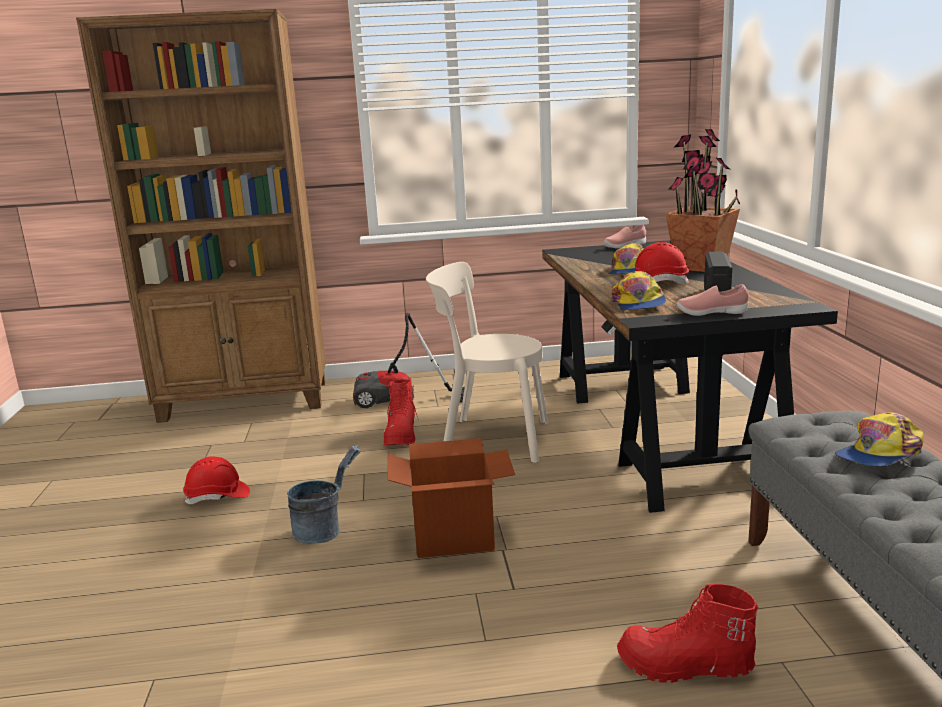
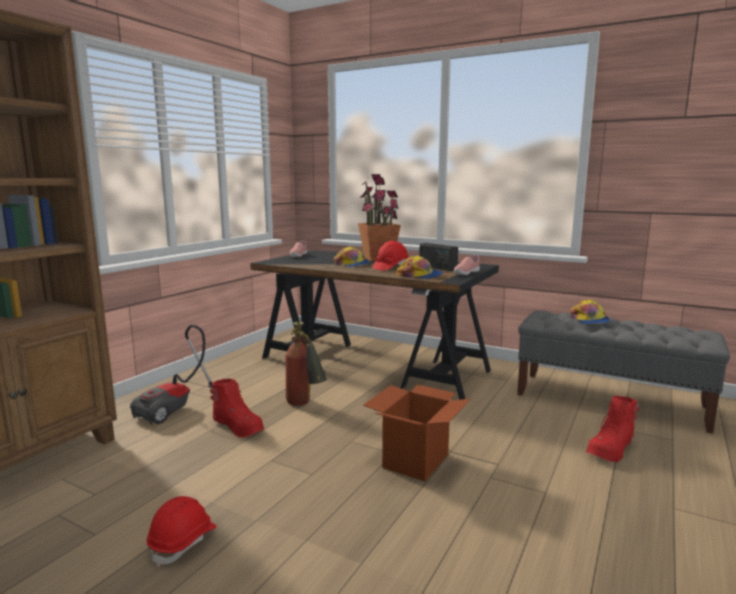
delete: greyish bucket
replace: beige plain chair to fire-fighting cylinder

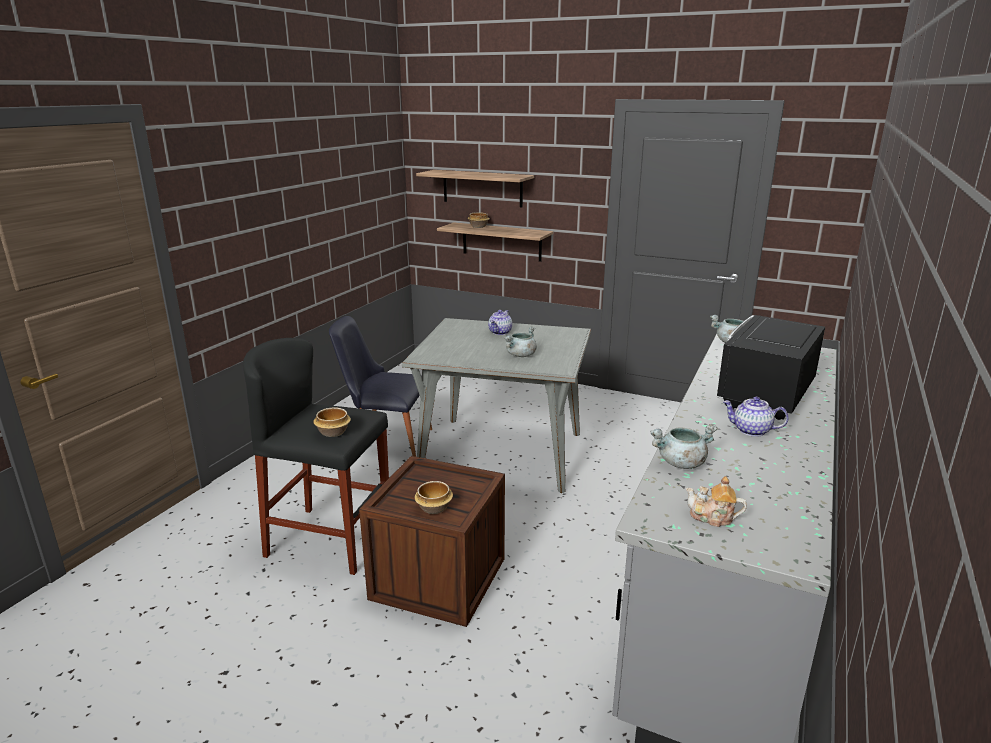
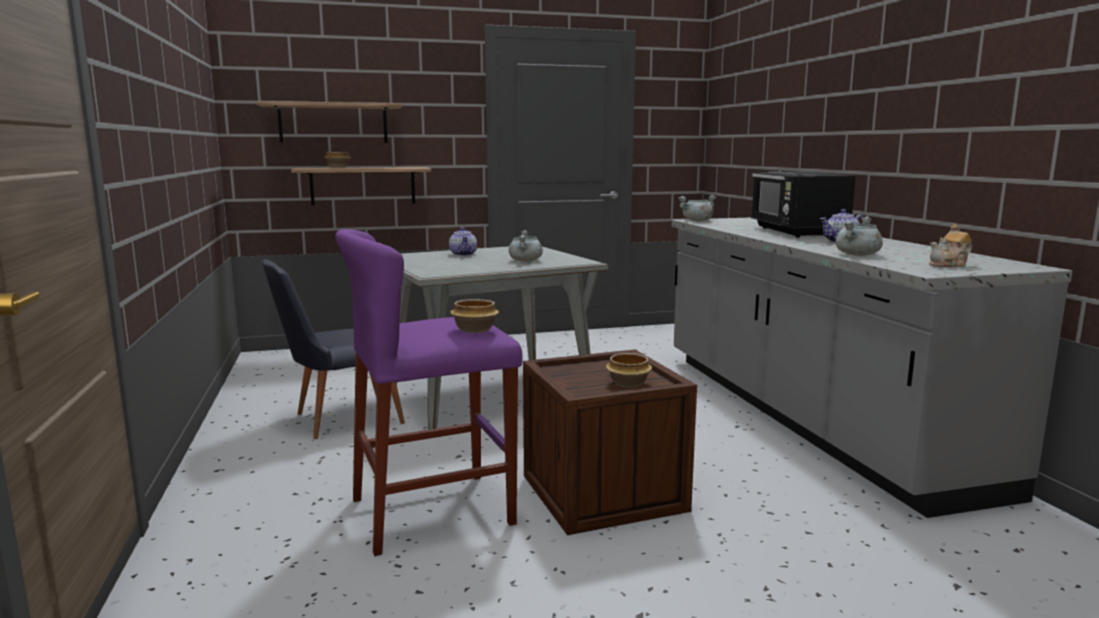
recolor: black-coloured stool to purplish stool

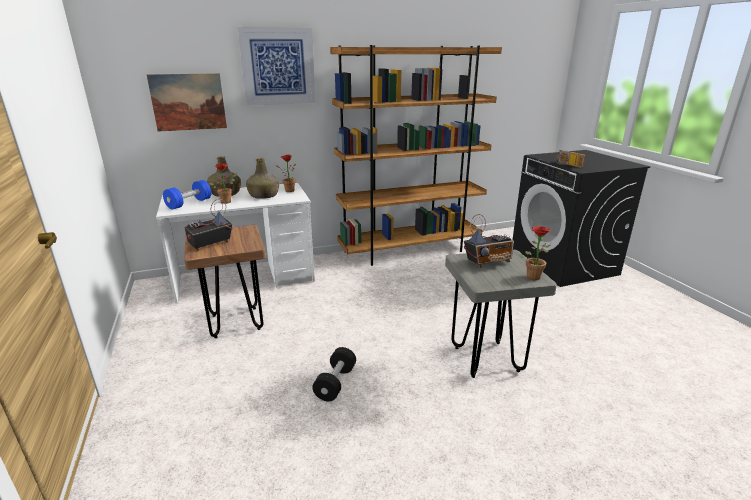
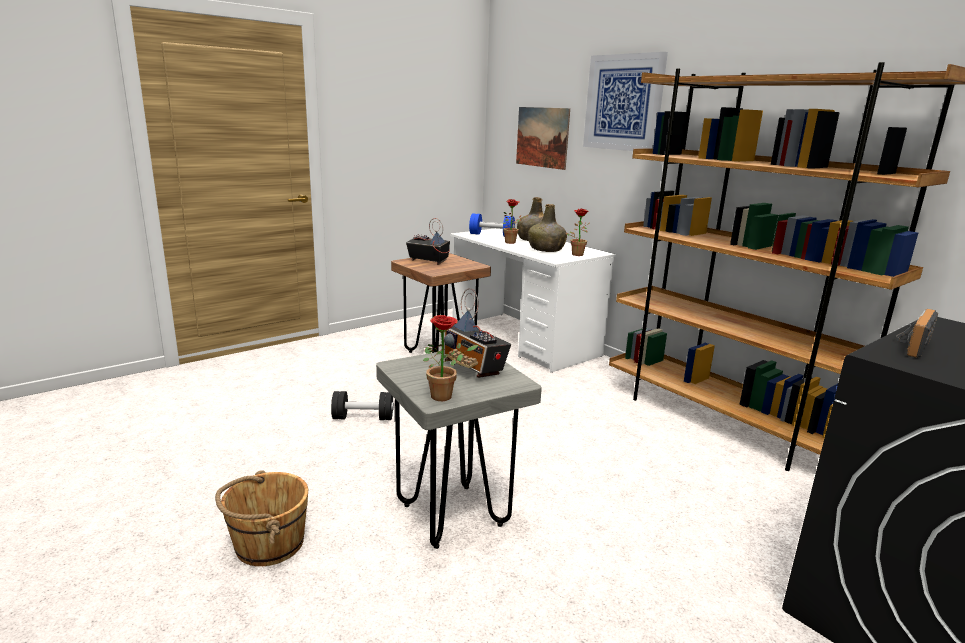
insert: brown bucket

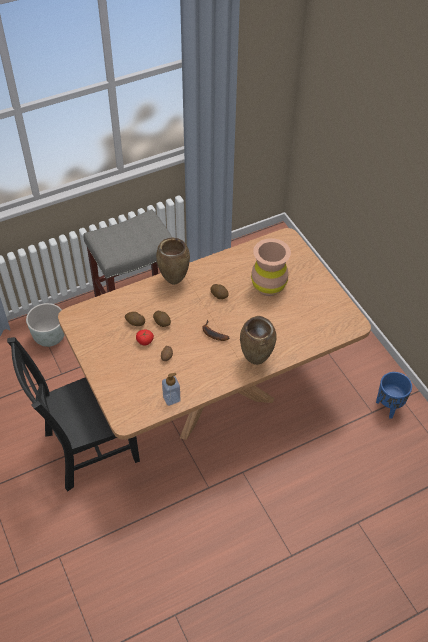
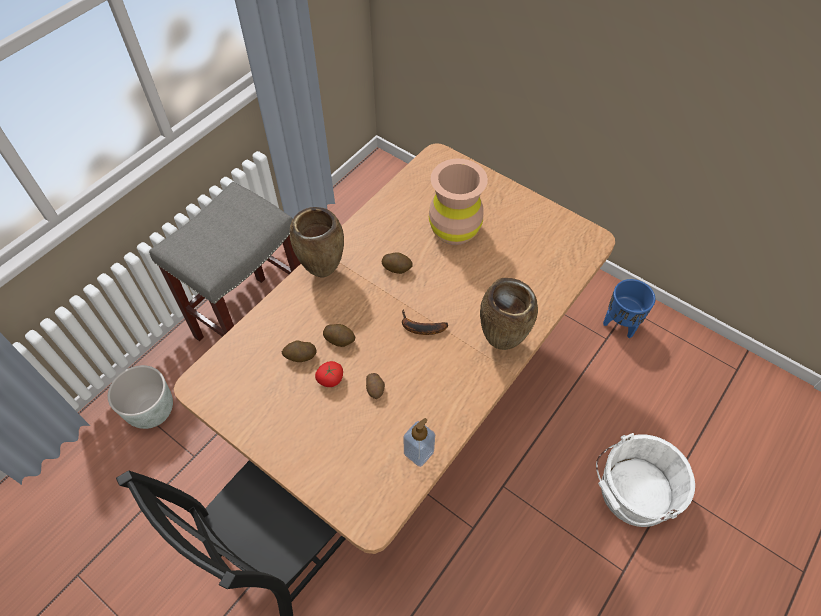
insert: white bucket

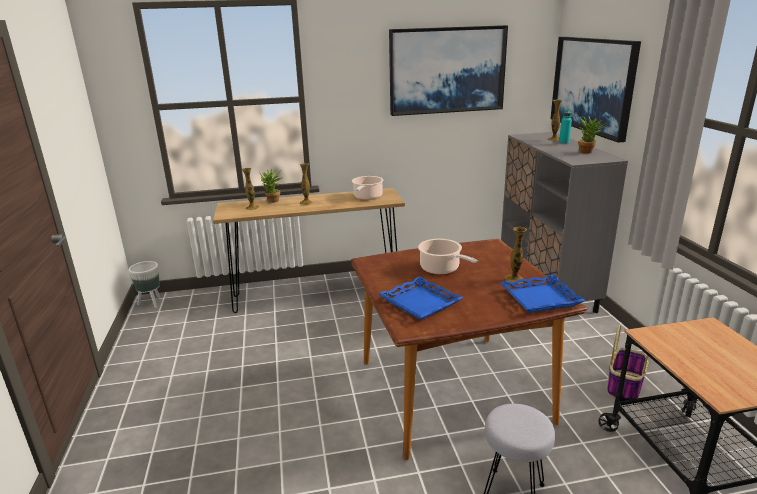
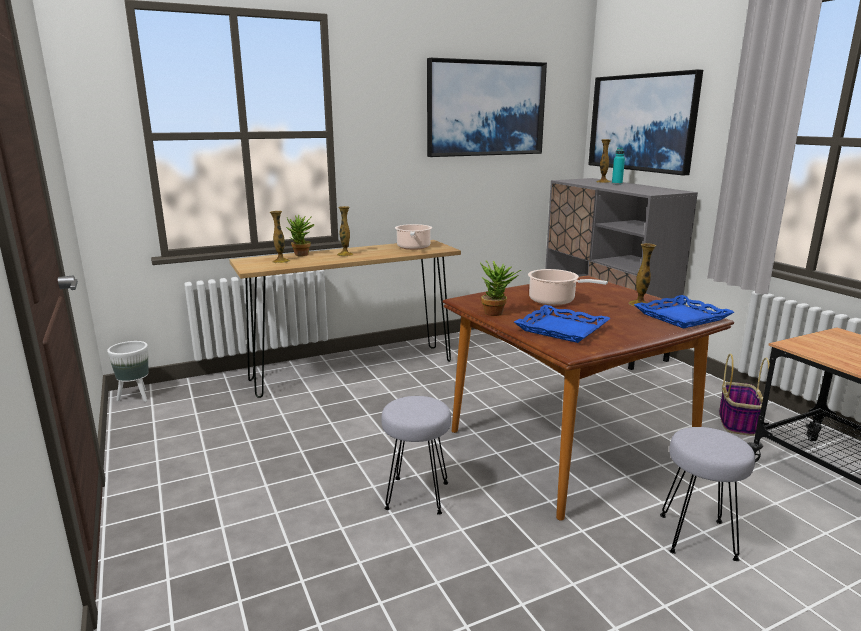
insert: greyish stool (1st from left)
move: houseplant (2nd from left)

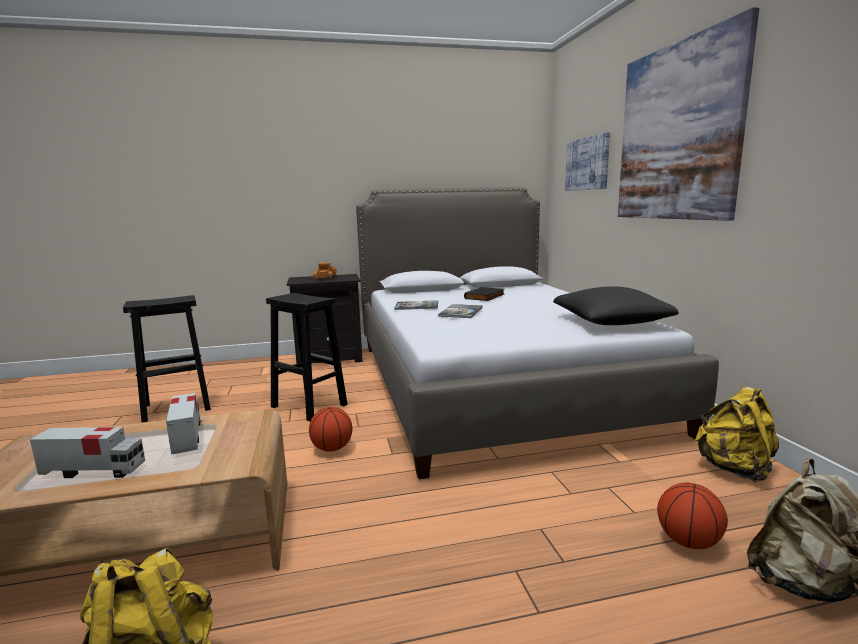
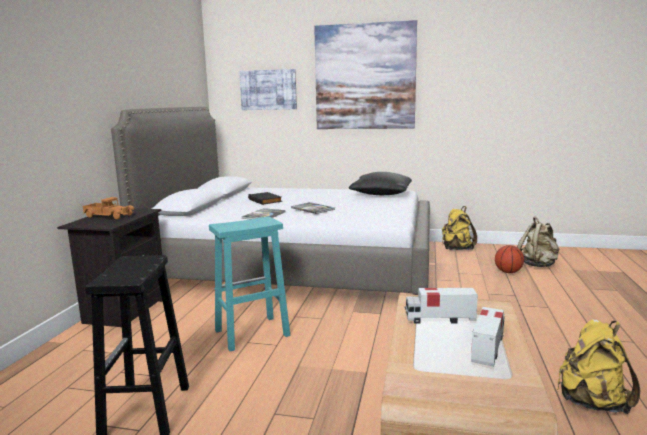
delete: basketball ball (1st from left)
recolor: black-coloured stool (2nd from left) to blue-green stool

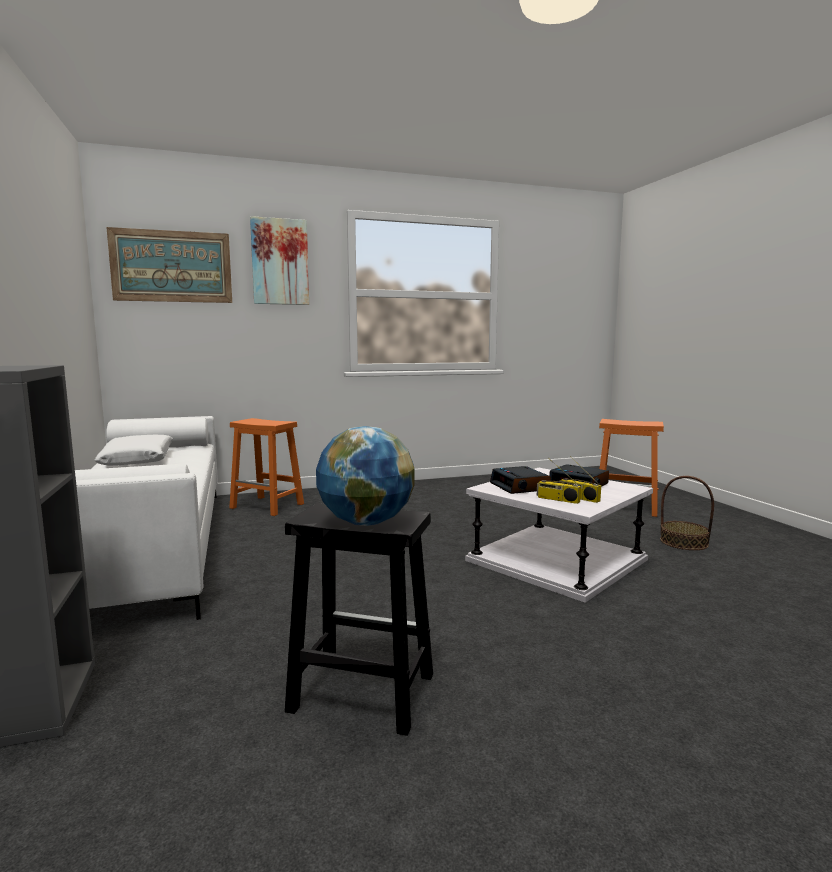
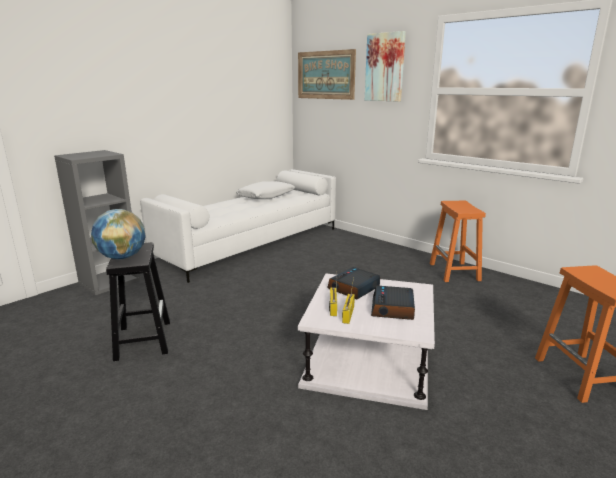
delete: storage basket
move: orange-coloured stool (1st from left)

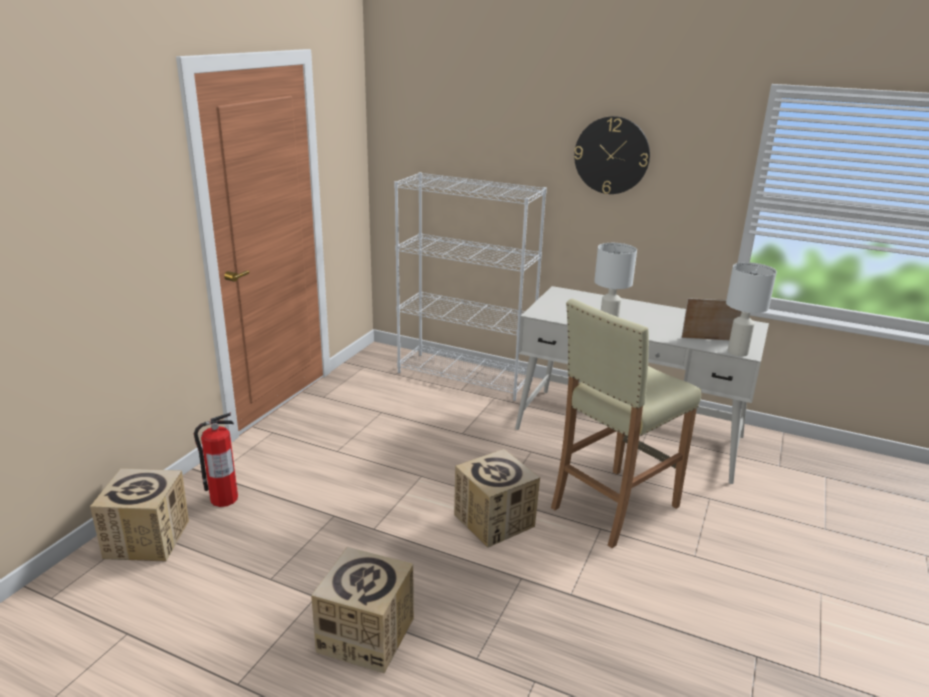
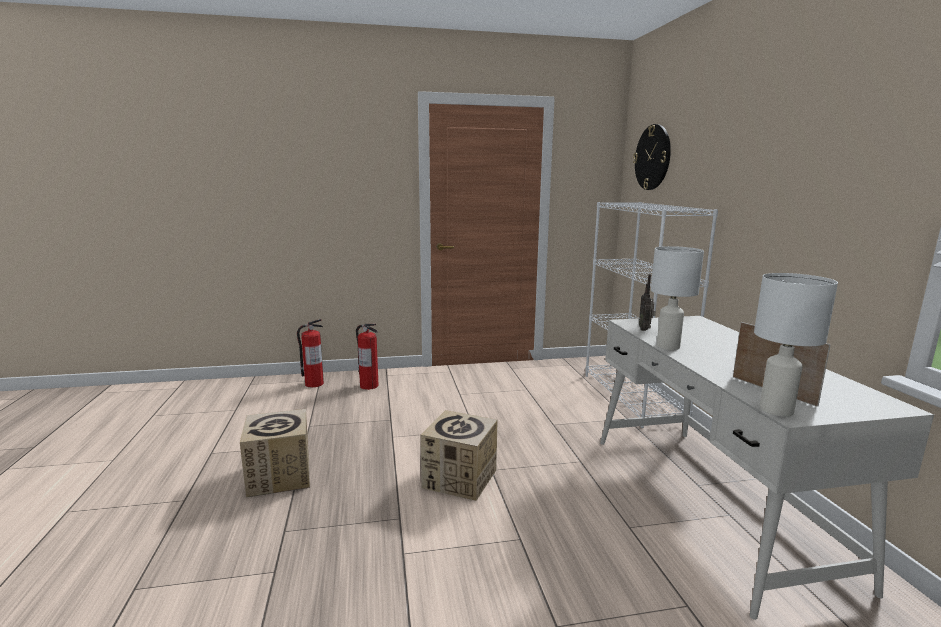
delete: beige stool
insert: radio
move: hanging clock
replace: packing box (1st from left) to fire-fighting cylinder (1st from left)

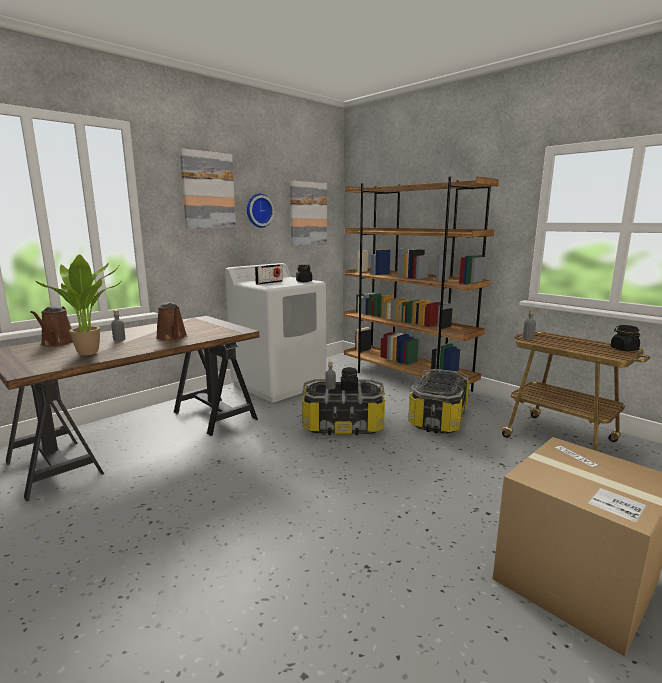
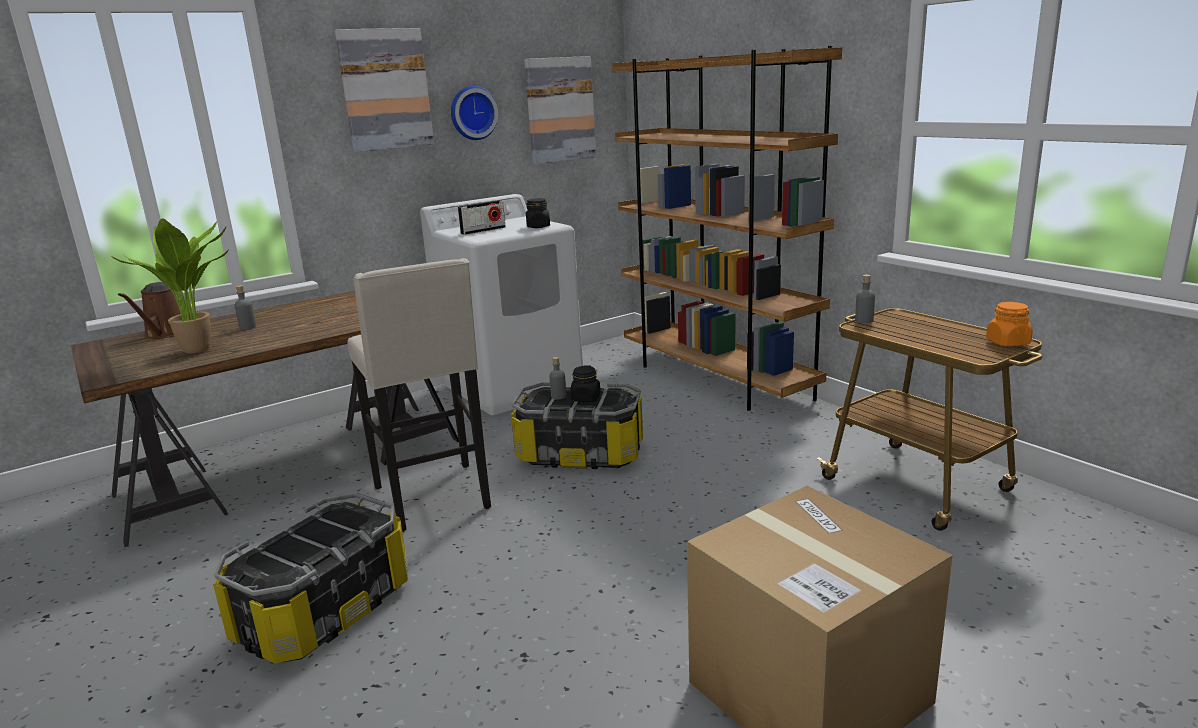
delete: brown watering can (2nd from left)
insert: beige stool
move: storage bin (2nd from left in the first image) to storage bin (1st from left)
recolor: black-coloured preserve jar (3rd from left) to orange-coloured preserve jar

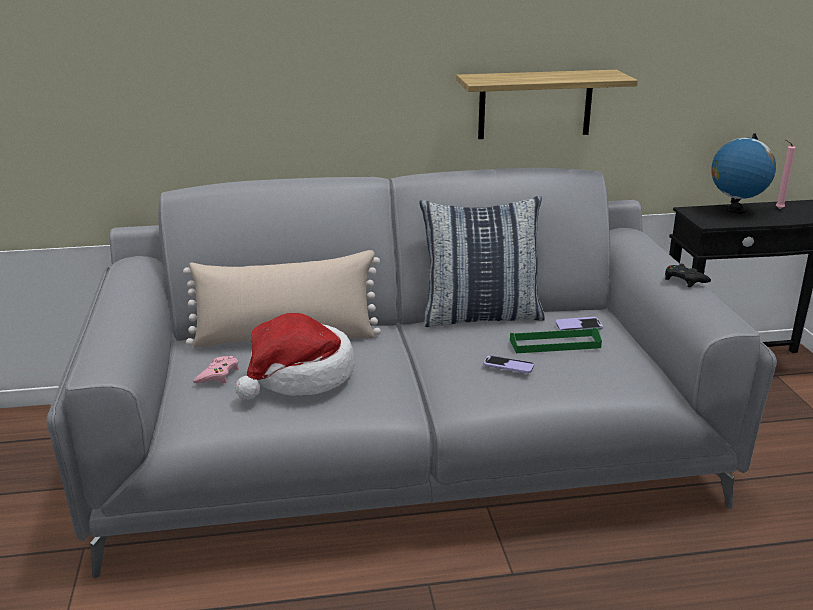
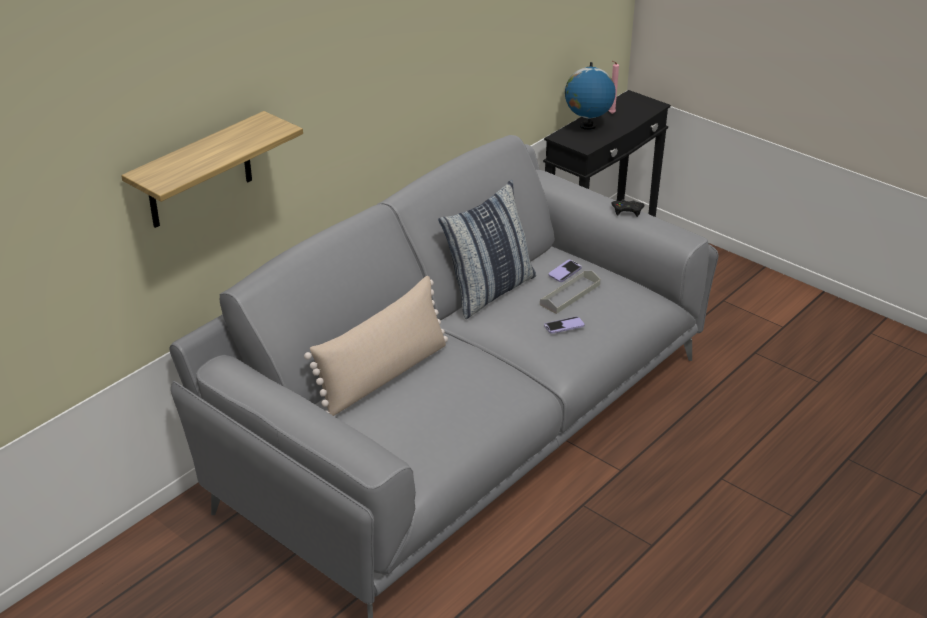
delete: pink joypad; hat
move: shelf
recolor: greenish tray to greyish tray

